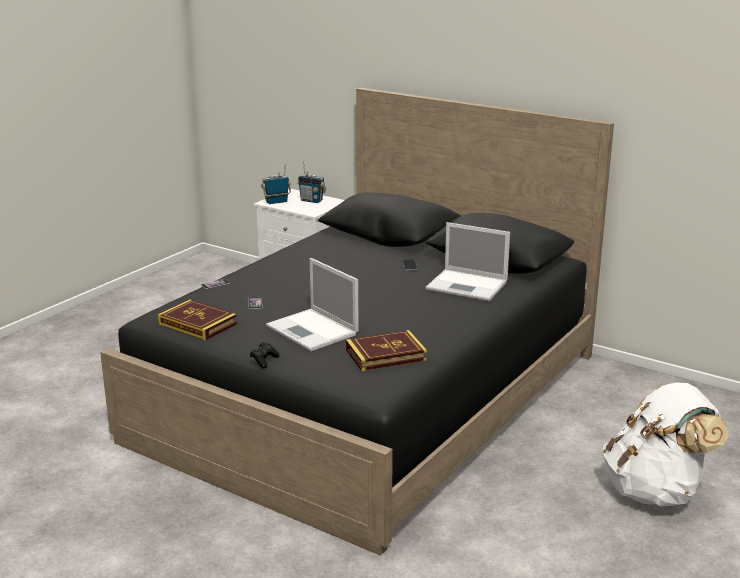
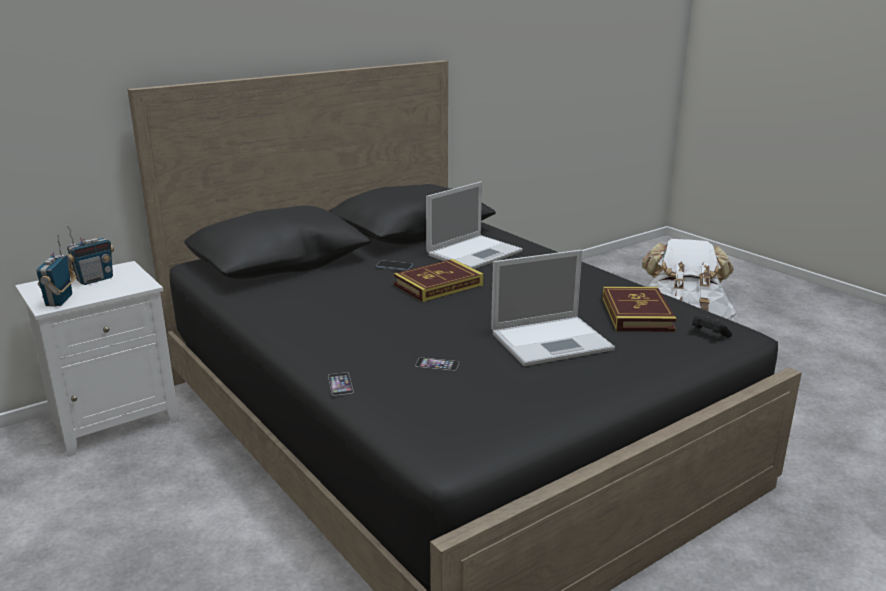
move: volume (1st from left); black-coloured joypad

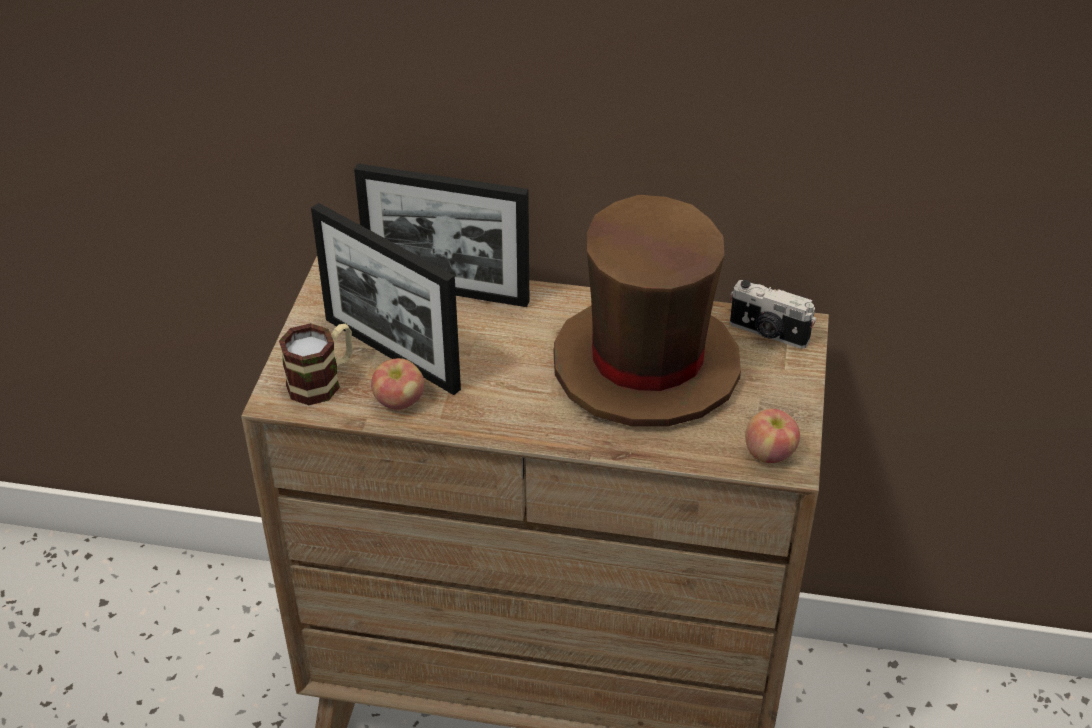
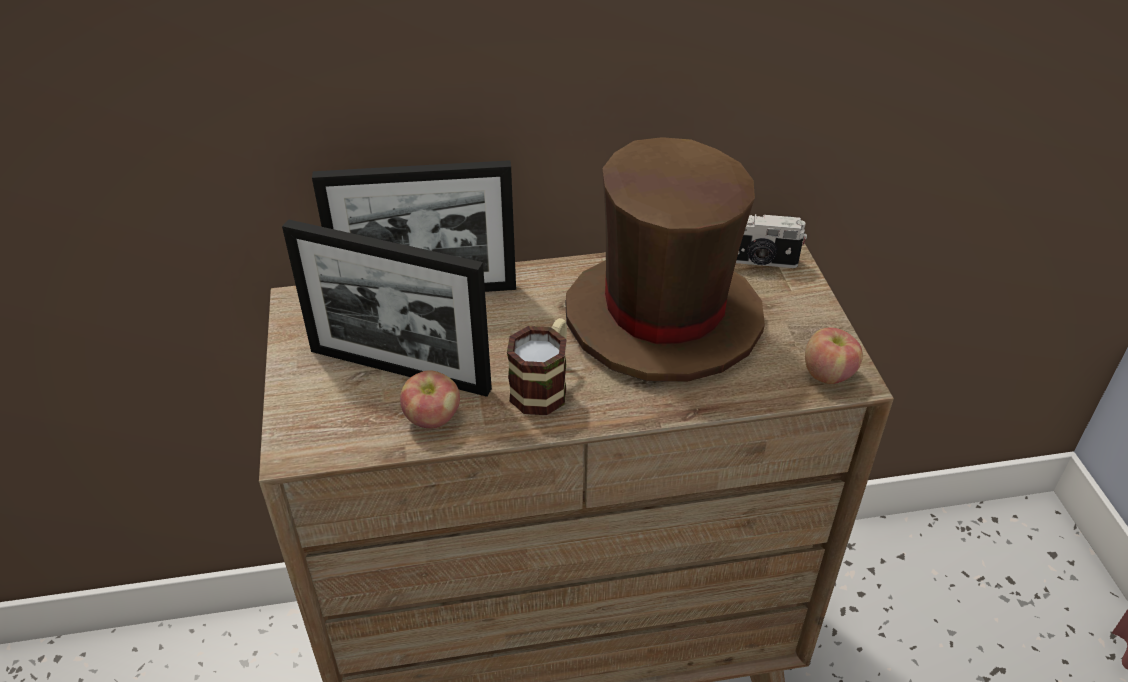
move: coffee mug

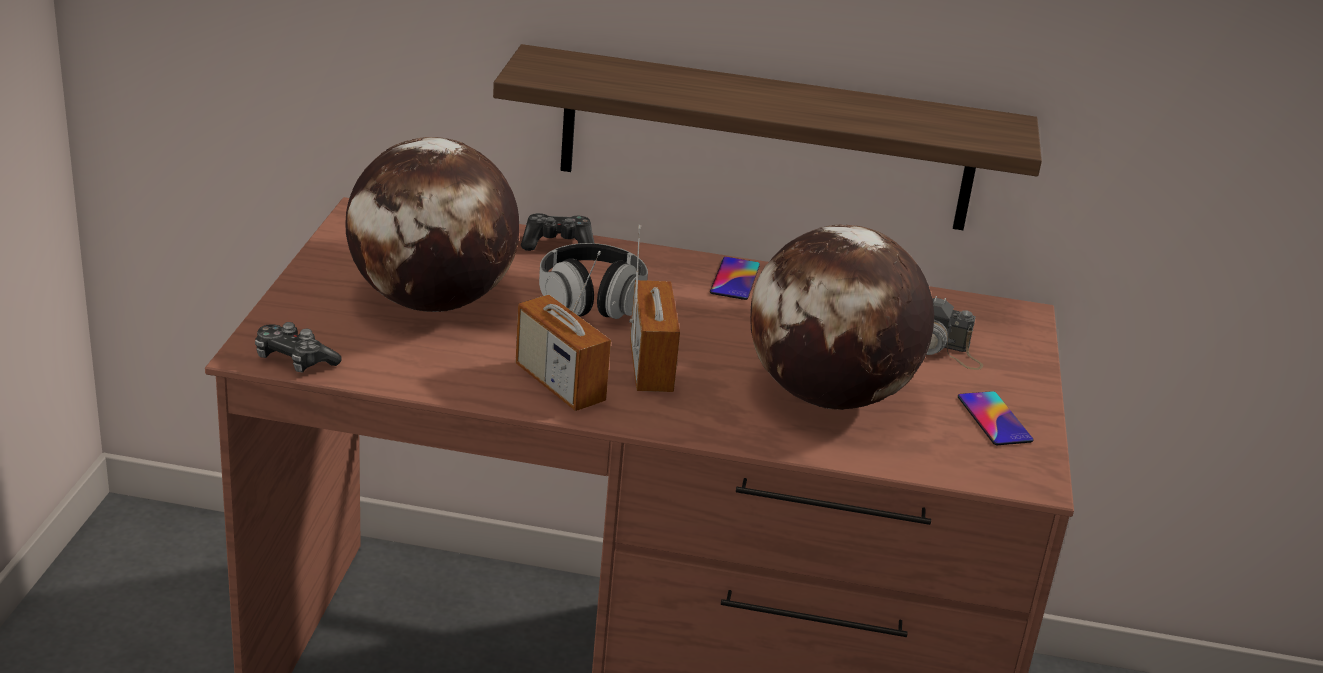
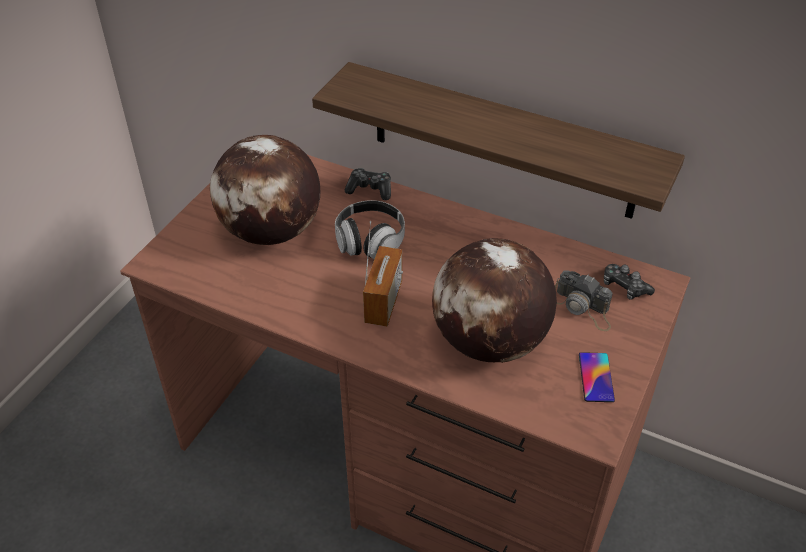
delete: radio (1st from left); telephone (1st from left)
move: joypad (1st from left in the first image) to joypad (2nd from left)

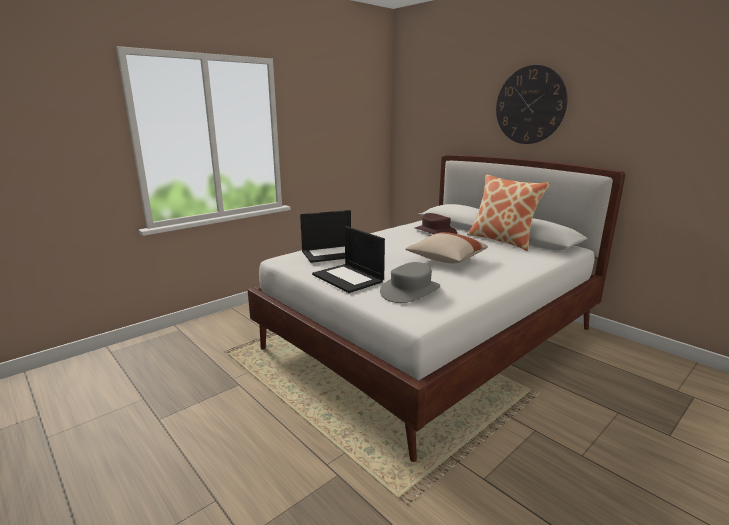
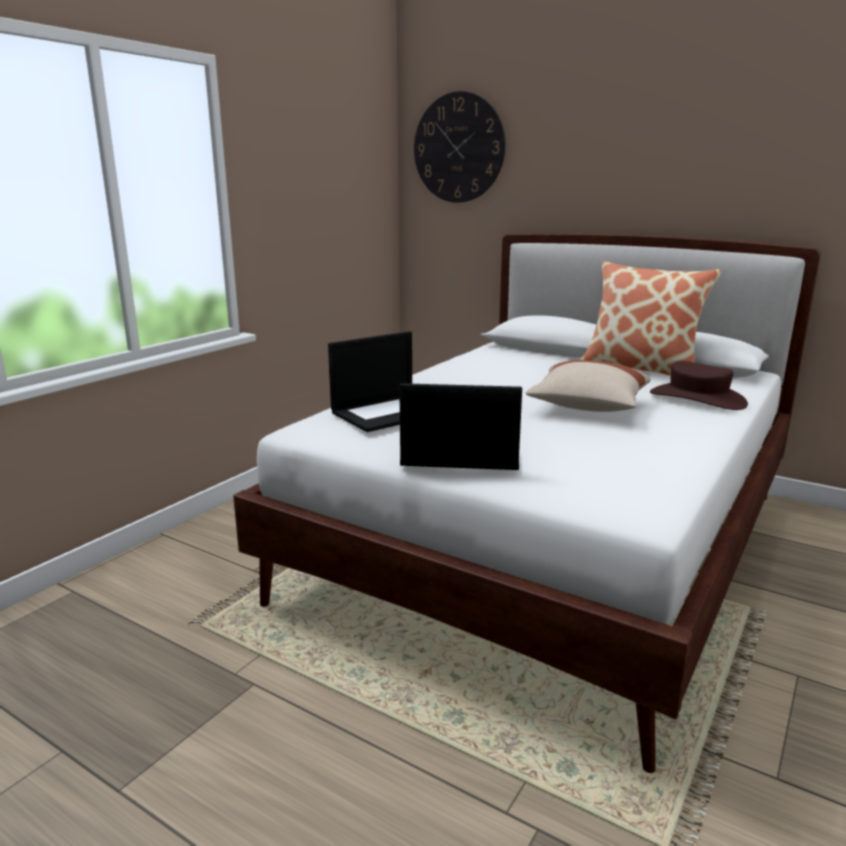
delete: greyish hat
move: hanging clock; brown hat
rotate: laptop (2nd from left) 150 degrees clockwise

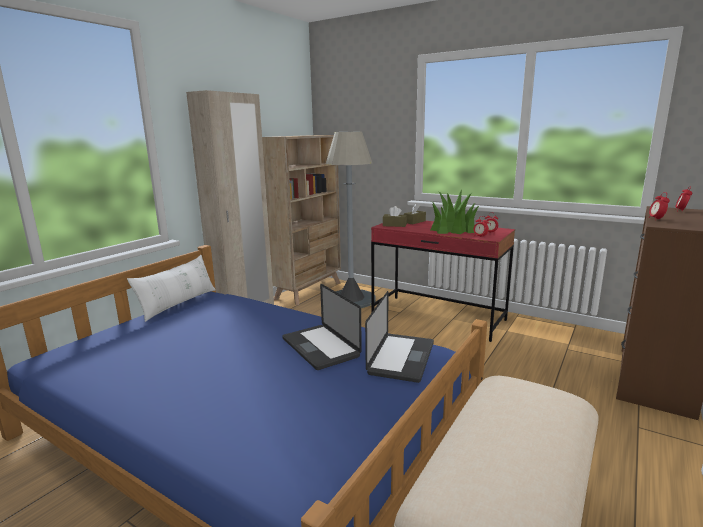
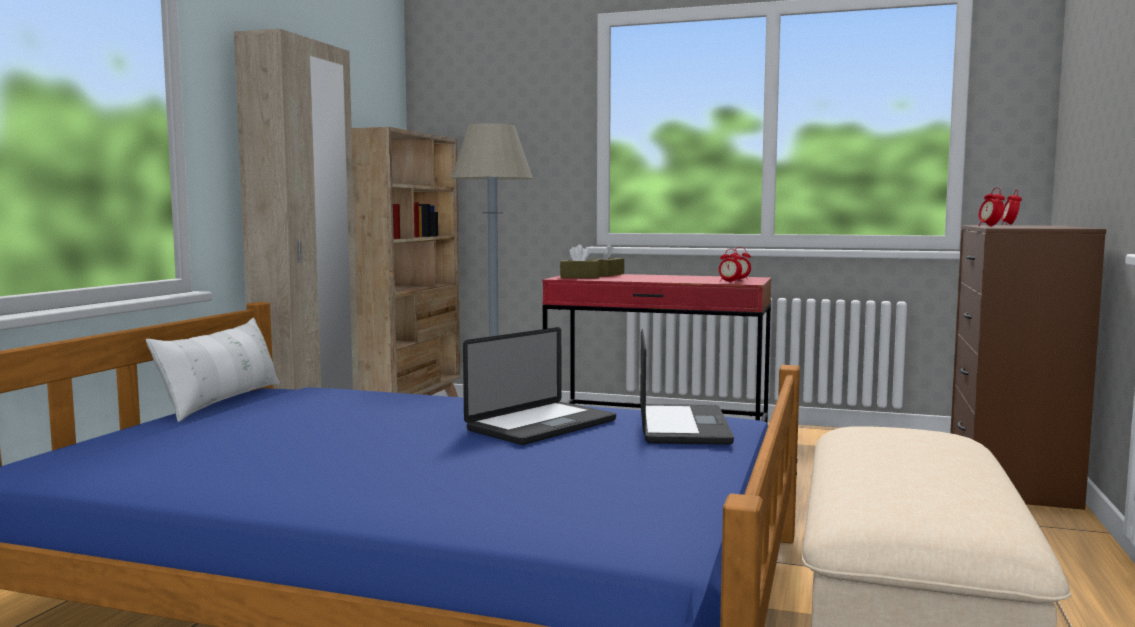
delete: houseplant
rotate: laptop (1st from left) 90 degrees counterclockwise

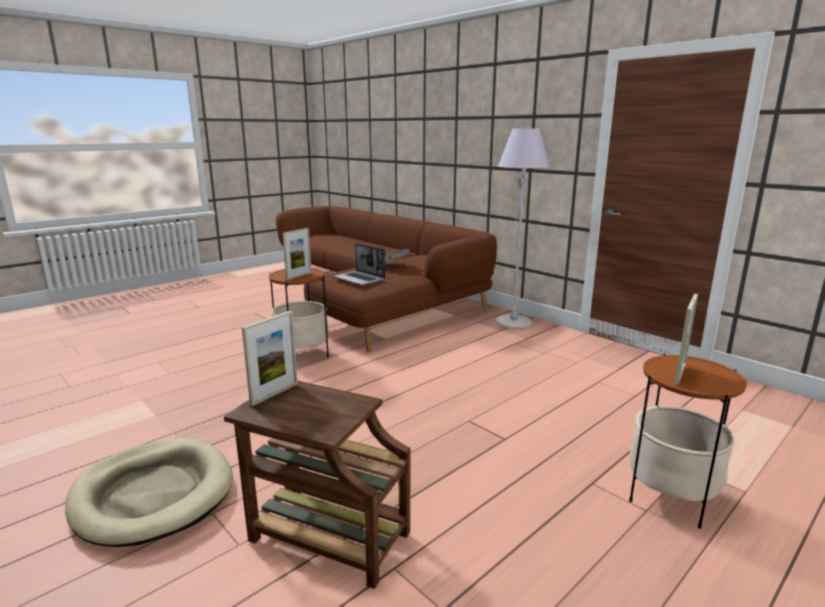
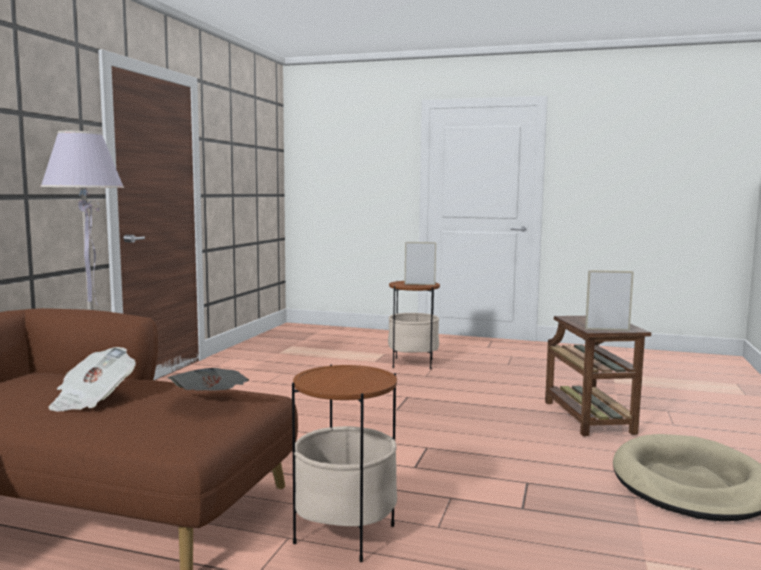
delete: standing frame (2nd from left)
replace: laptop to newspaper (2nd from left)

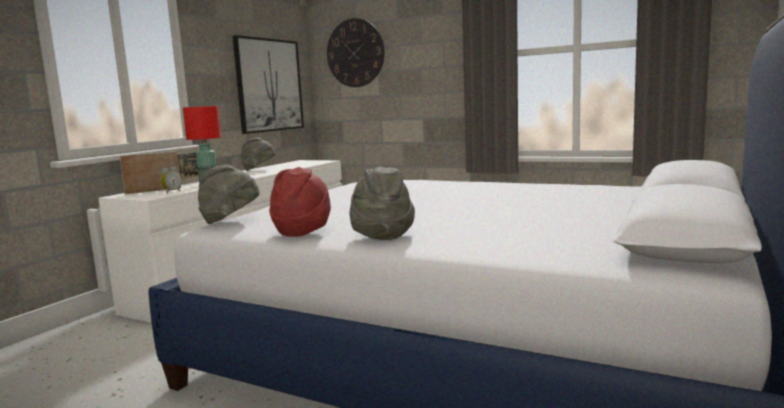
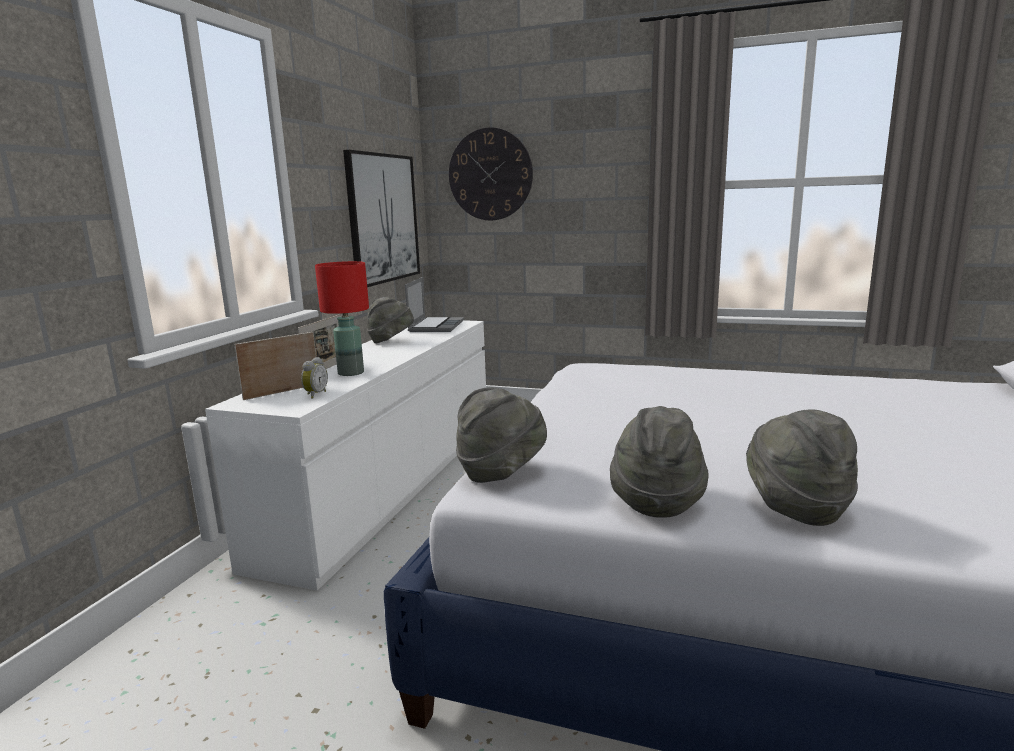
insert: laptop
recolor: reddish hat to greyish hat (3rd from left)

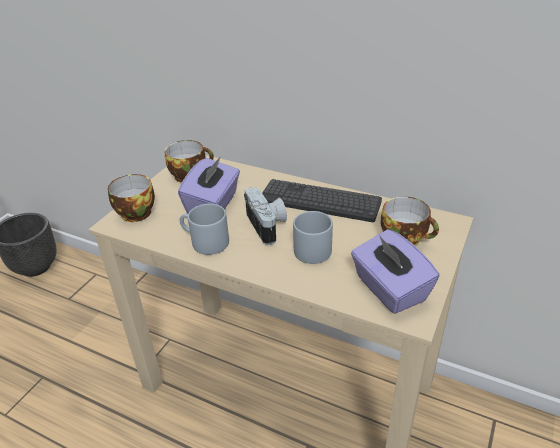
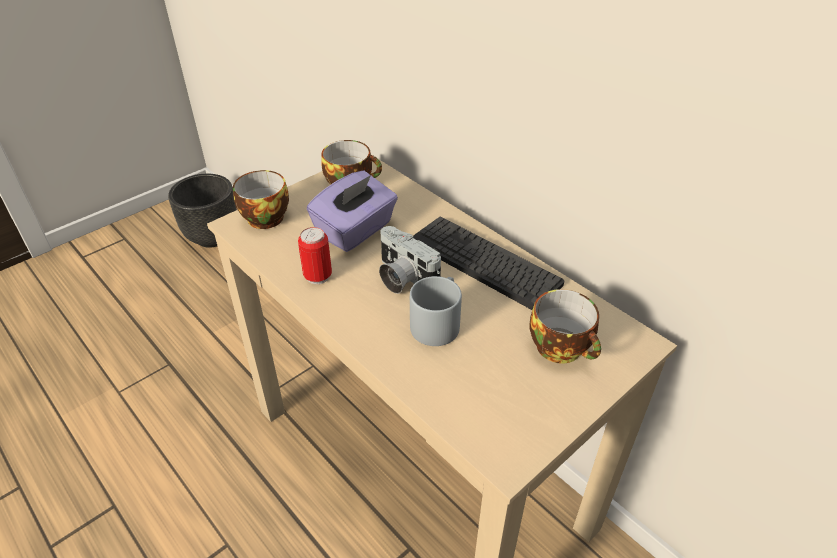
delete: purplish tissue holder (2nd from left)
replace: greyish coffee mug (1st from left) to sealed can
rotate: still camera 135 degrees clockwise

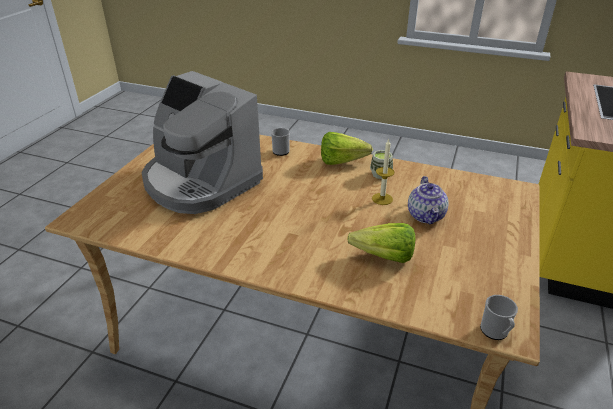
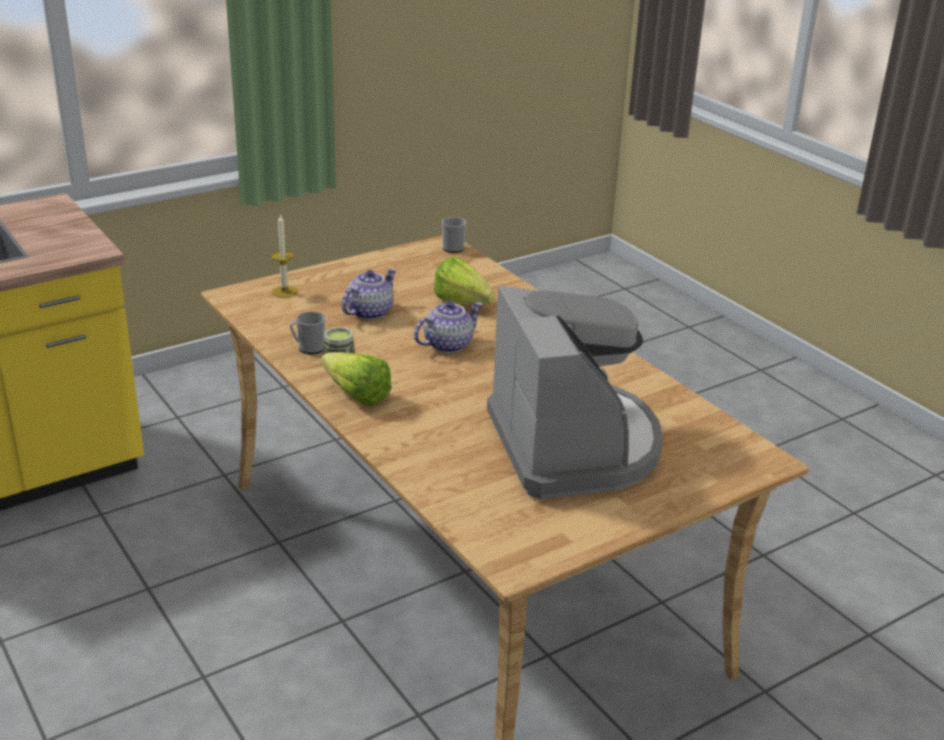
insert: pot for tea (2nd from left)
move: wax light; coffee mug (1st from left)

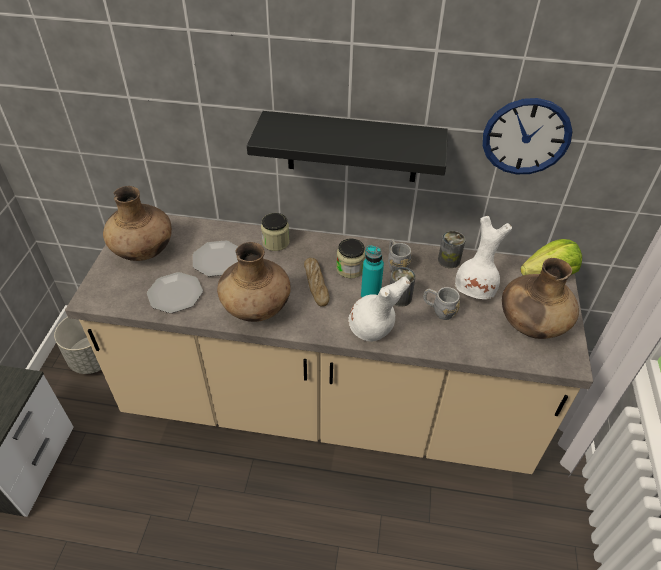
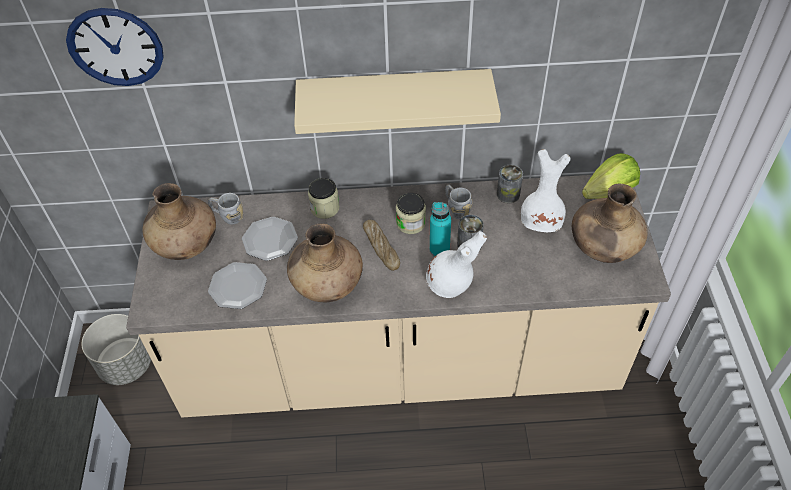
move: hanging clock; greyish coffee mug (2nd from left in the first image) to greyish coffee mug (1st from left)
recolor: black-coloured shelf to beige shelf

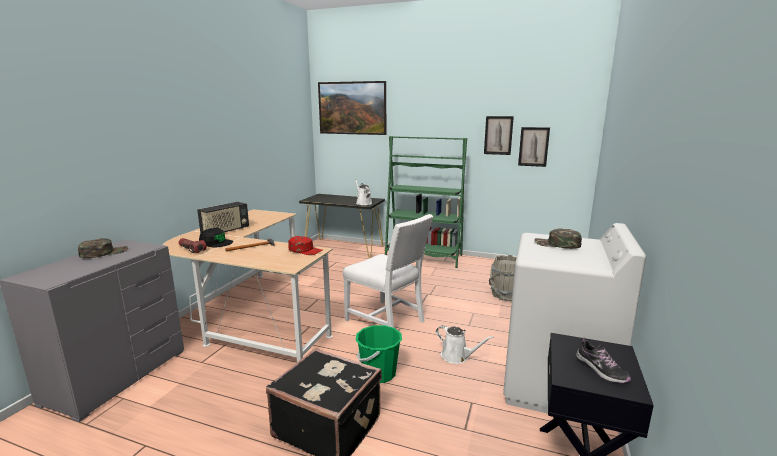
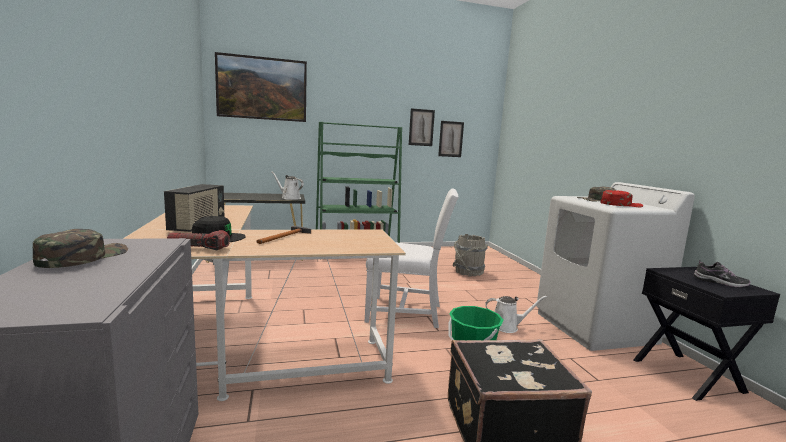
move: reddish cap

